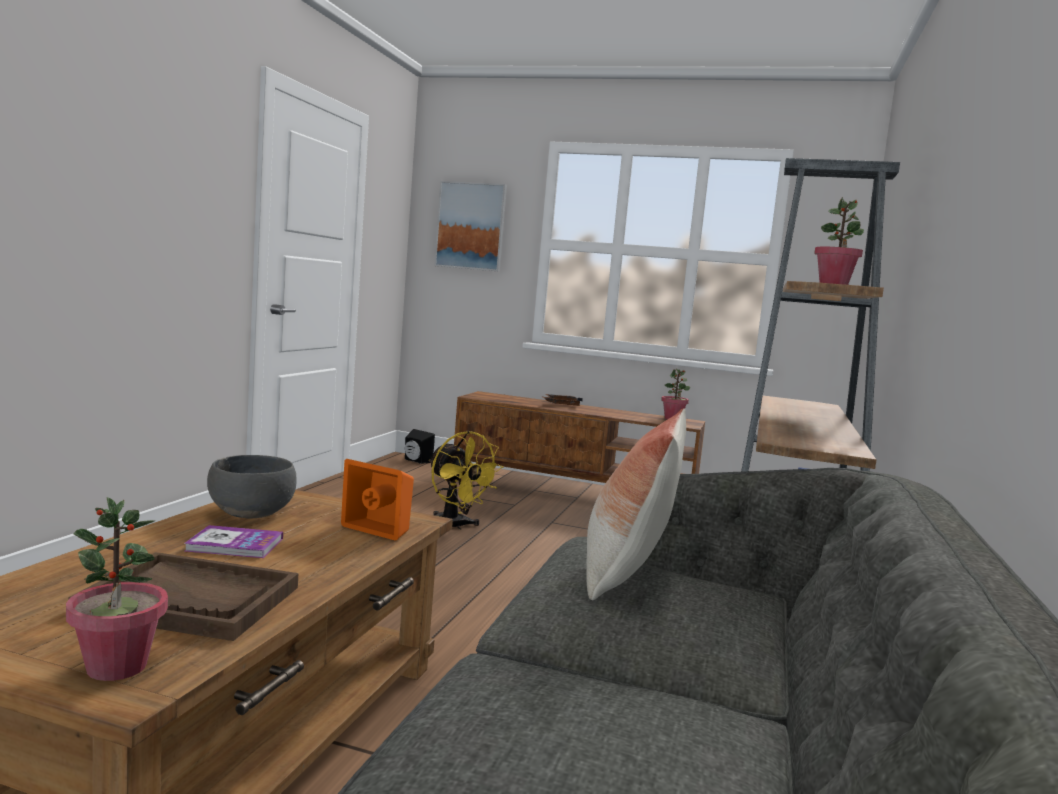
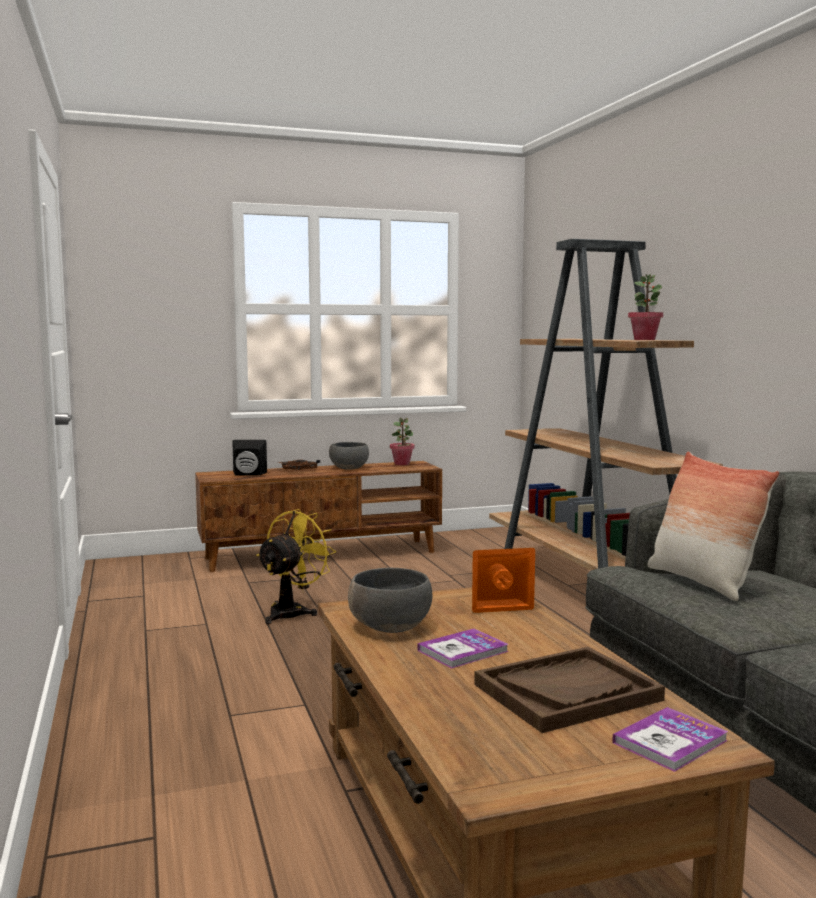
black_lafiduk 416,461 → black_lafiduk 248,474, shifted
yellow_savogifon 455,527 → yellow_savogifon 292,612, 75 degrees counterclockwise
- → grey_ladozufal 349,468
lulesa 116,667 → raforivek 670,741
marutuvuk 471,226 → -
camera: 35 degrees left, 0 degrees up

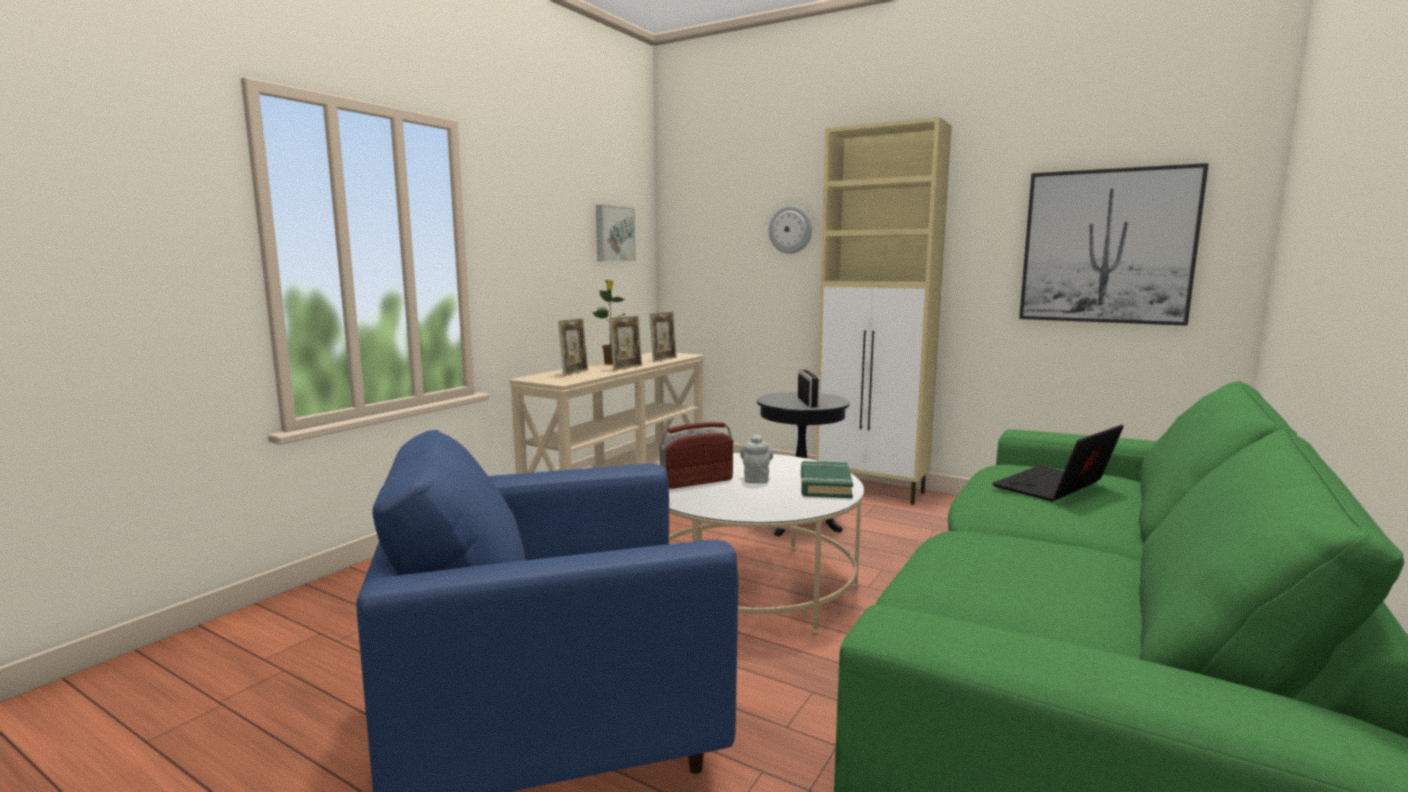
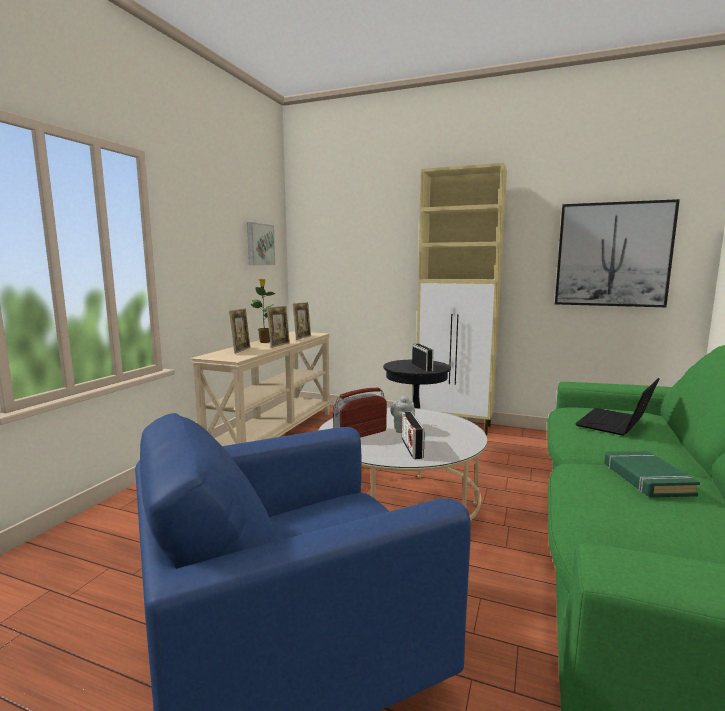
- → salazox 412,448
green_raforivek 825,485 → green_raforivek 646,479, shifted
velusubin 790,229 → -
camera: 10 degrees left, 0 degrees up

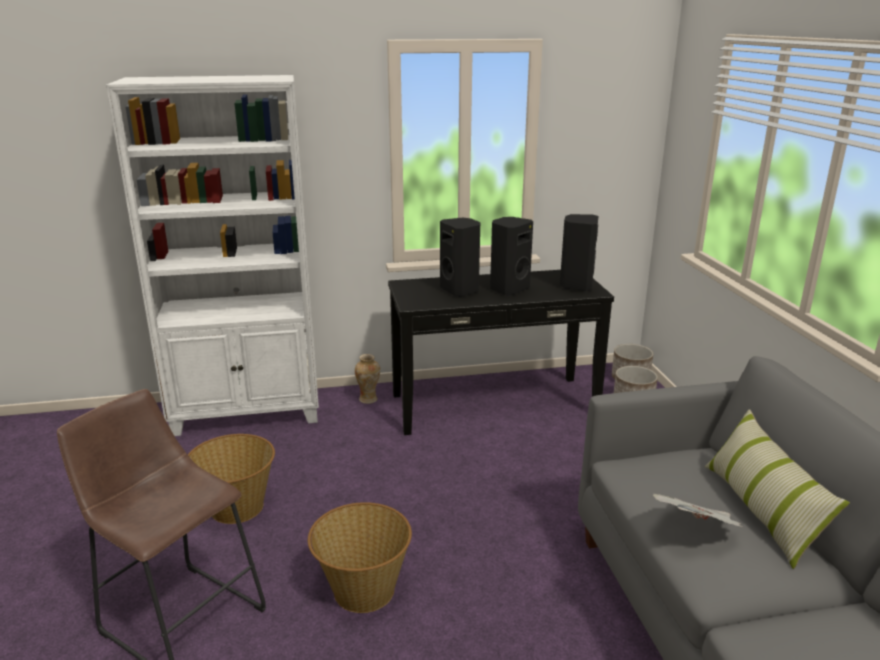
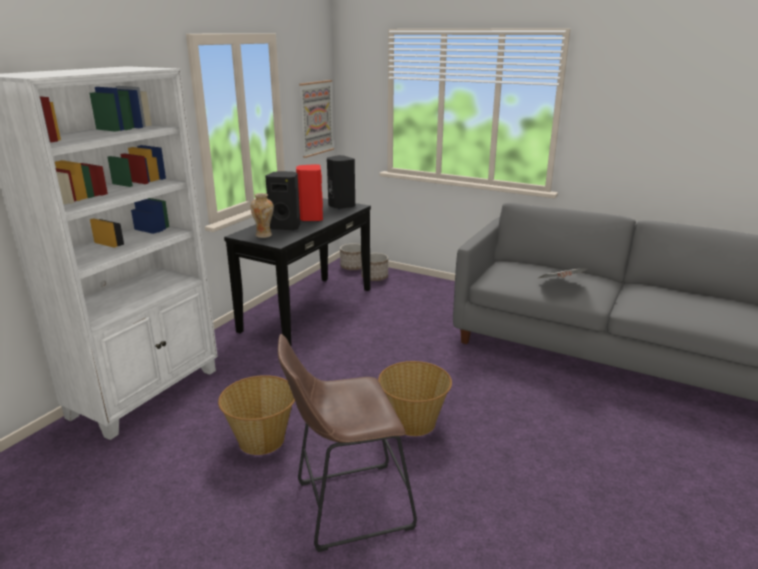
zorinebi 368,399 → zorinebi 264,235, shifted
black_lafiduk 508,289 → red_lafiduk 310,218
- → marutuvuk 316,118
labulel 761,511 → -
camera: 50 degrees left, 0 degrees up

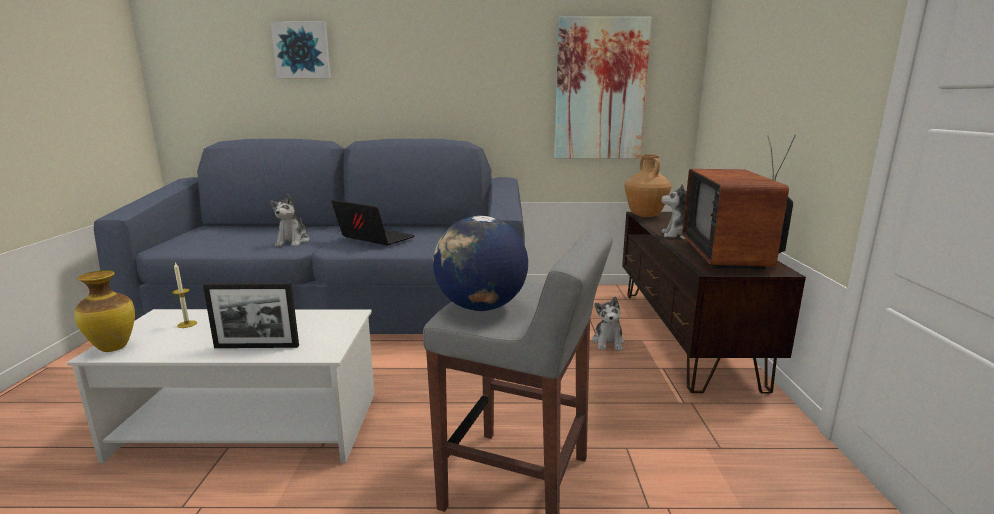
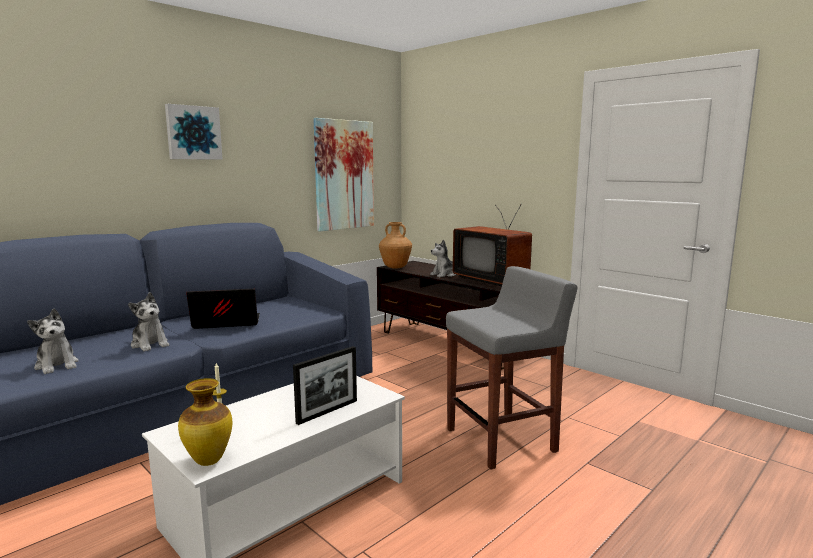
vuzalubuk 608,342 → vuzalubuk 57,365, shifted
marutuvuk 302,50 → marutuvuk 193,133, shifted
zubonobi 480,307 → -
camera: 45 degrees left, 5 degrees down

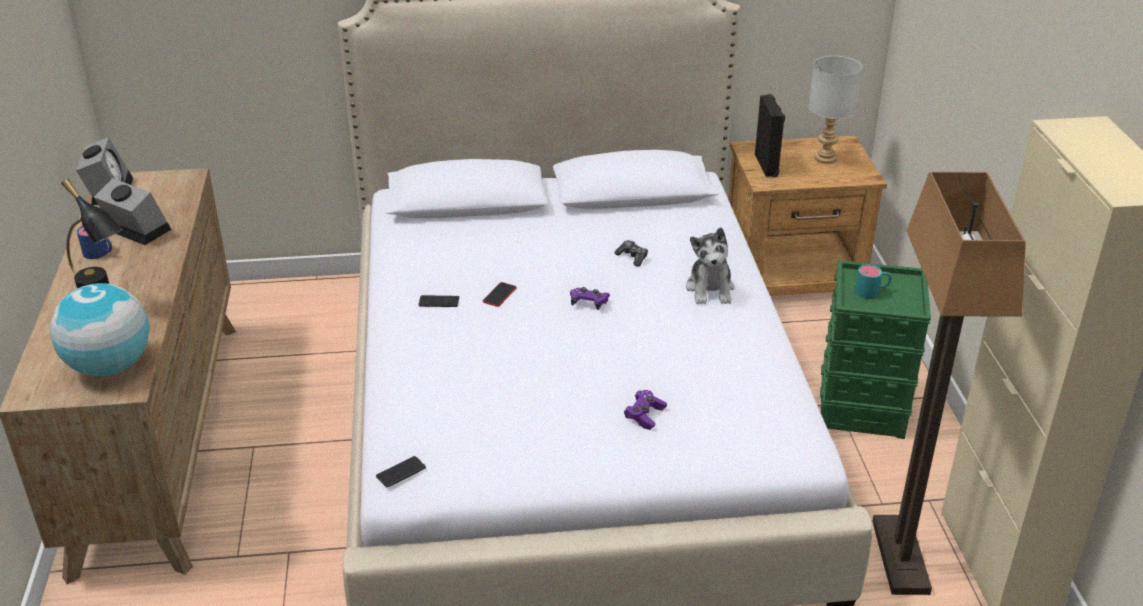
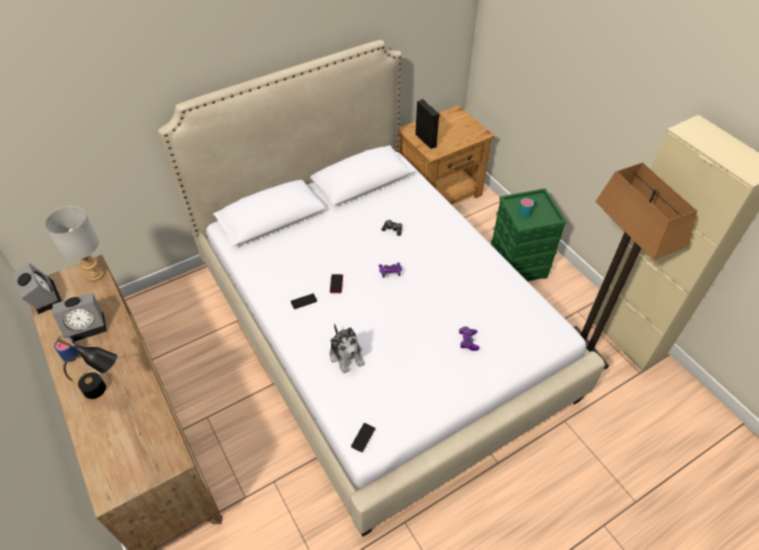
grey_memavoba 826,159 → grey_memavoba 95,275, shifted
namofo 135,231 → namofo 86,325, 150 degrees clockwise
vuzalubuk 710,289 → vuzalubuk 346,355, shifted
zubonobi 110,366 → -
camera: 25 degrees left, 15 degrees up

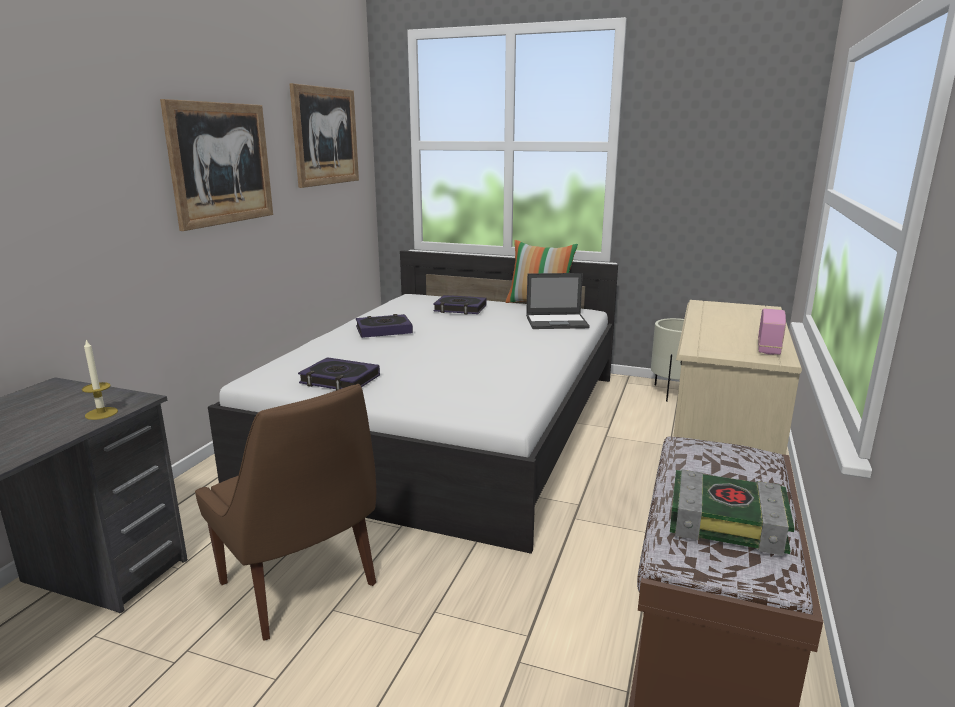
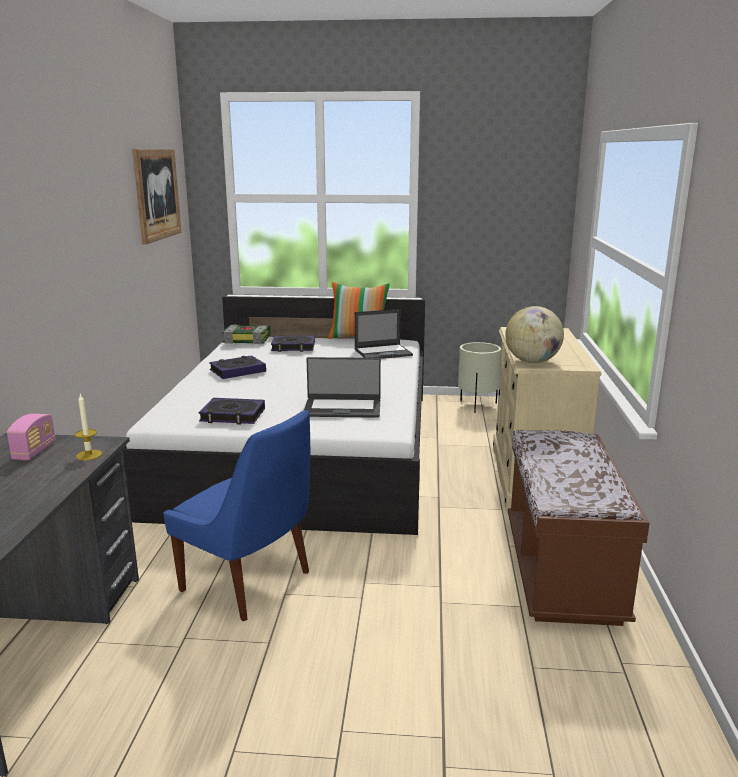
salazox 768,348 → salazox 34,451, shifted
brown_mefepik 301,587 → blue_mefepik 249,583
raforivek 728,521 → raforivek 248,339, shifted
- → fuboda 342,408
- → zubonobi 532,362
marutuvuk 221,164 → -
camera: 15 degrees left, 0 degrees up

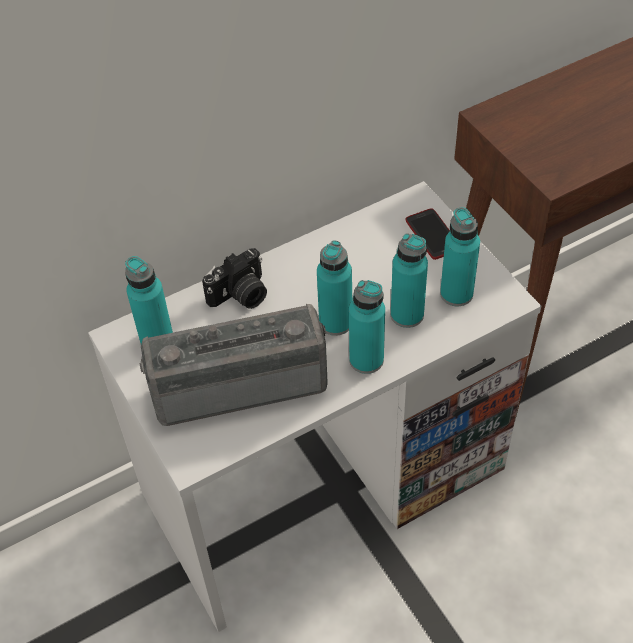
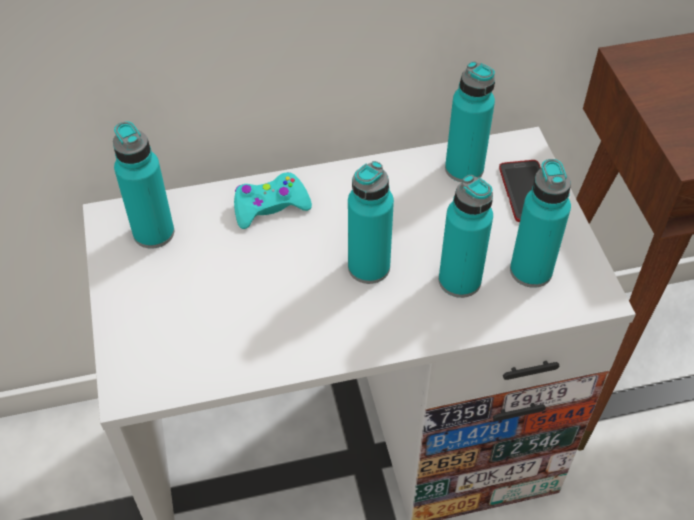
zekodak 241,296 → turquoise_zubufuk 270,207
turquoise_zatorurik 366,360 → turquoise_zatorurik 464,169, shifted
salazox 238,382 → -
camera: 15 degrees right, 0 degrees up

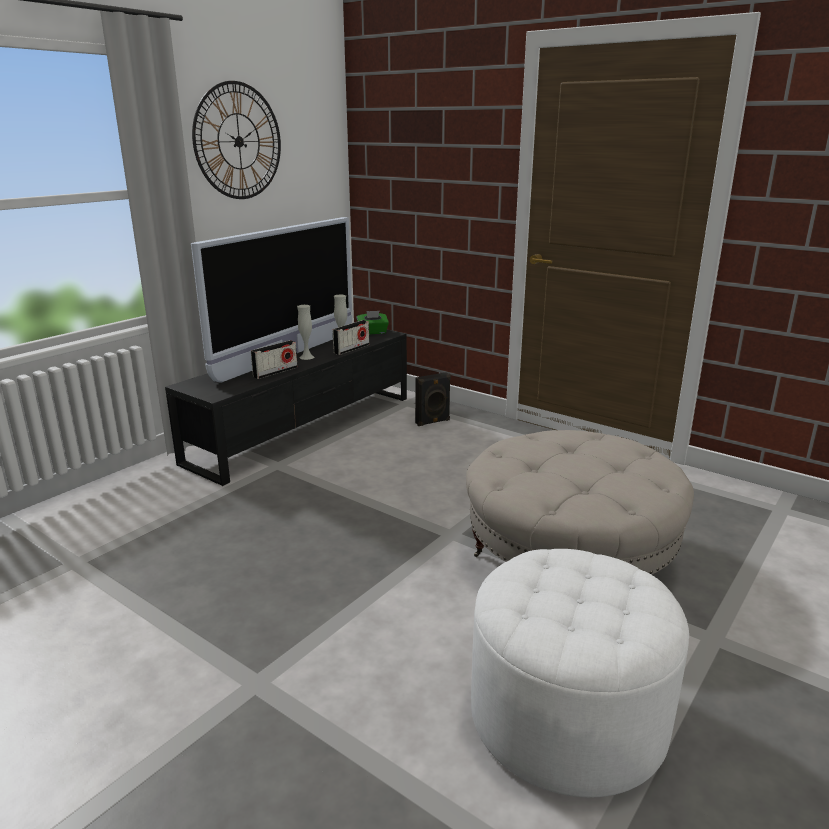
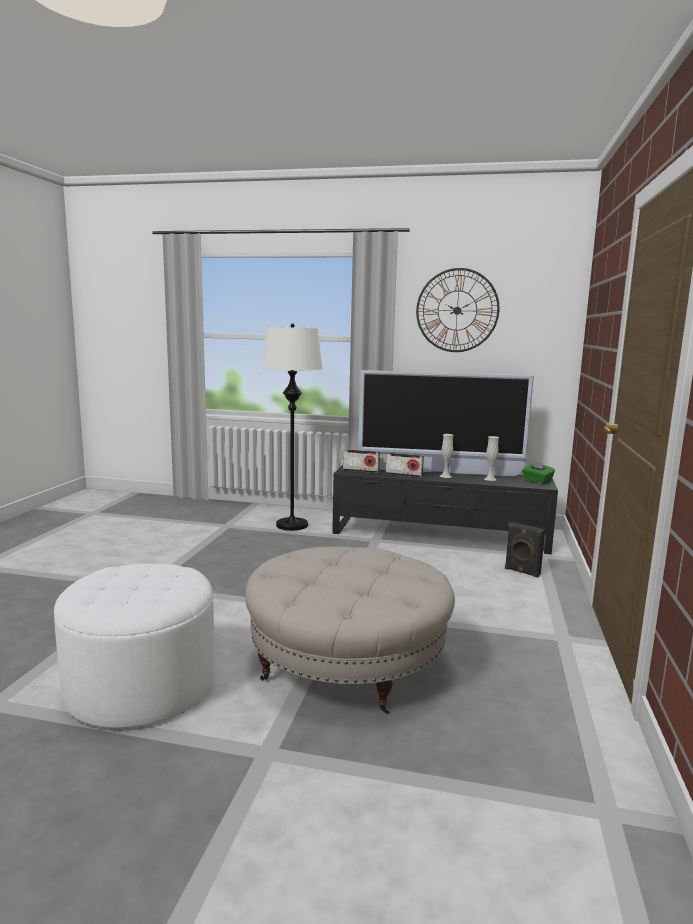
- → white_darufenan 292,525
salazox 351,349 → salazox 360,471, shifted
camera: 65 degrees right, 10 degrees down

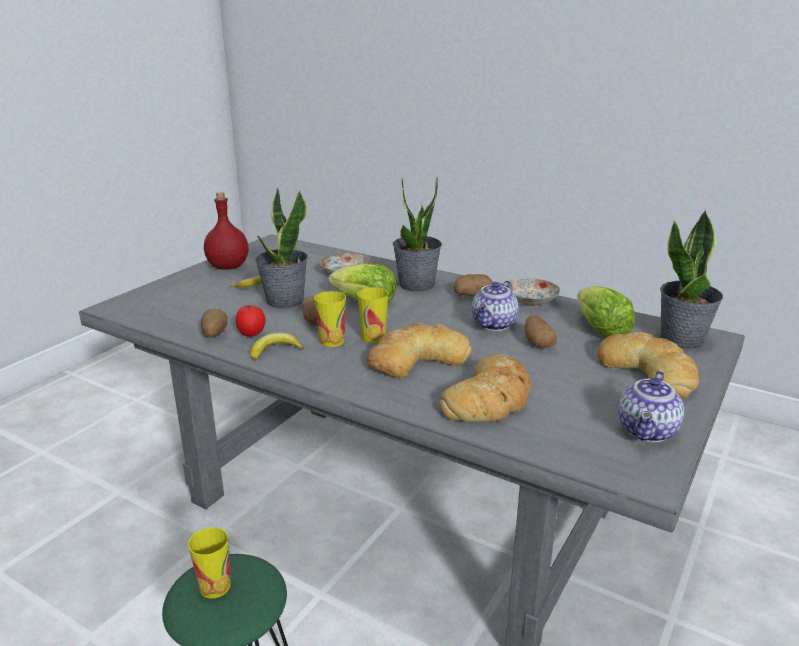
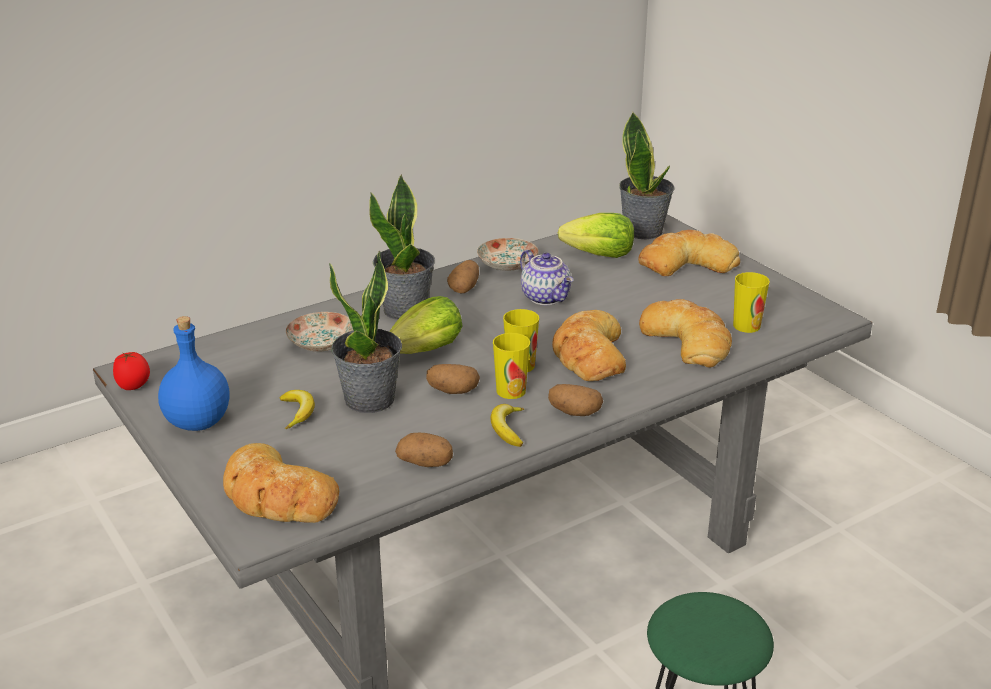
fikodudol 251,334 → fikodudol 134,386, shifted
red_zatorurik 228,267 → blue_zatorurik 199,422
- → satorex 277,496
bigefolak 537,343 → bigefolak 574,412, shifted
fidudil 215,586 → fidudil 746,326, shifted
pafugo 648,432 → -
camera: 65 degrees left, 5 degrees up

